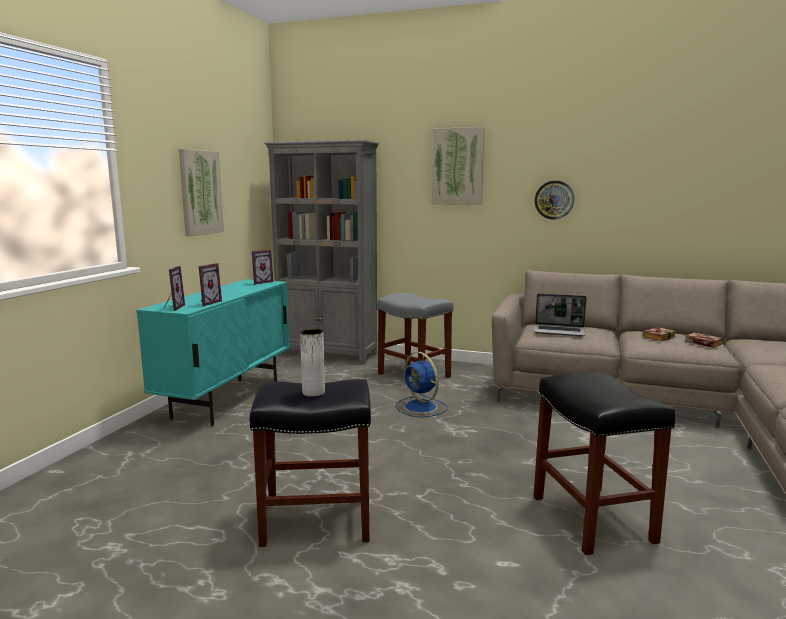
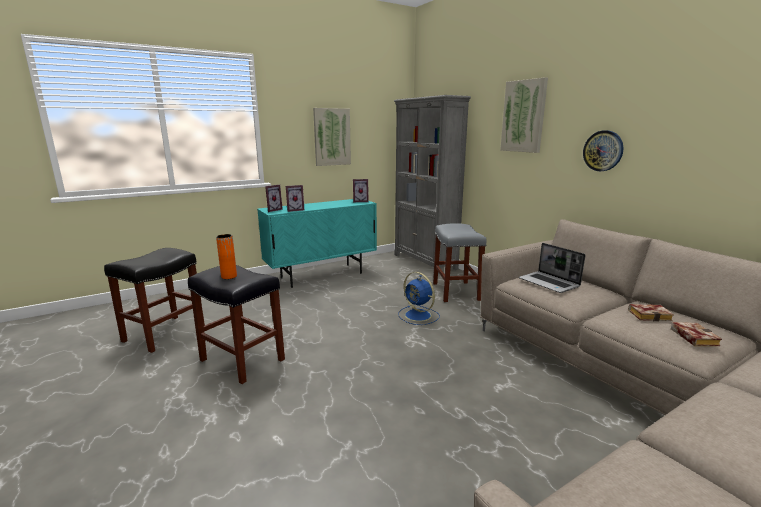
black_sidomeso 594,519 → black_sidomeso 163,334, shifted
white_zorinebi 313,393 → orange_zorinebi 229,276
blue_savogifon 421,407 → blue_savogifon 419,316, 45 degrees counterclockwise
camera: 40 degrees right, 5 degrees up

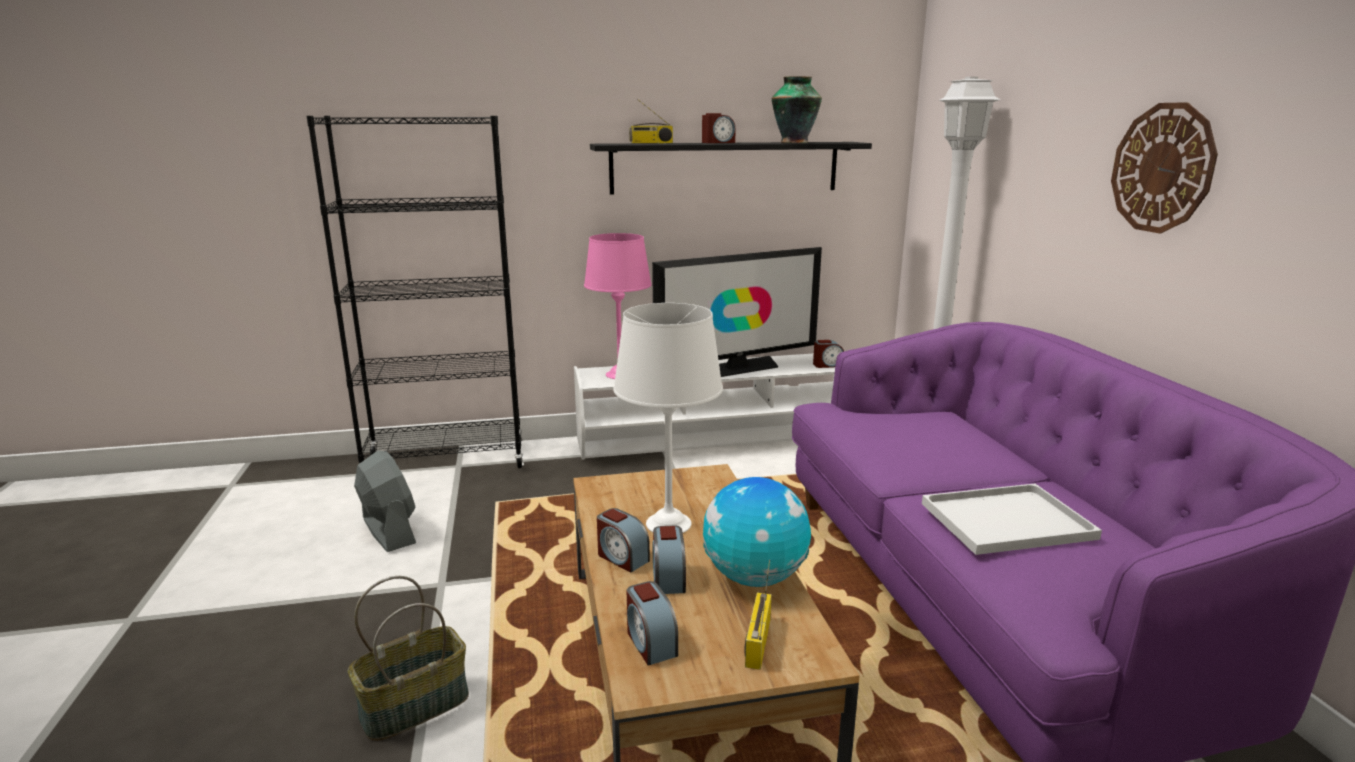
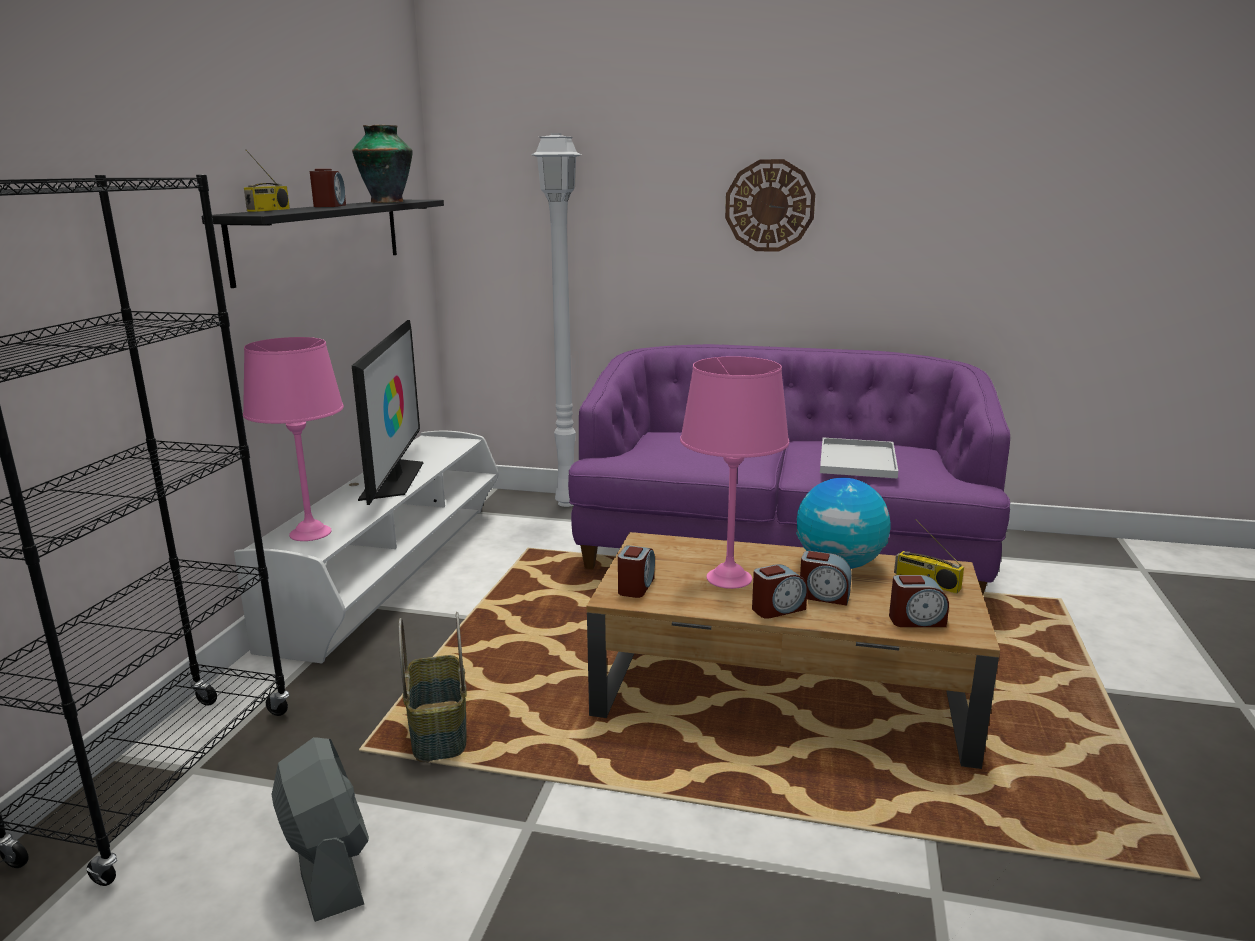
grey_savogifon 389,530 → grey_savogifon 328,865, 75 degrees clockwise
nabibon 415,705 → nabibon 437,731, shifted
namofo 827,365 → namofo 636,586, shifted
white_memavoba 669,524 → pink_memavoba 729,578
camera: 65 degrees left, 0 degrees up

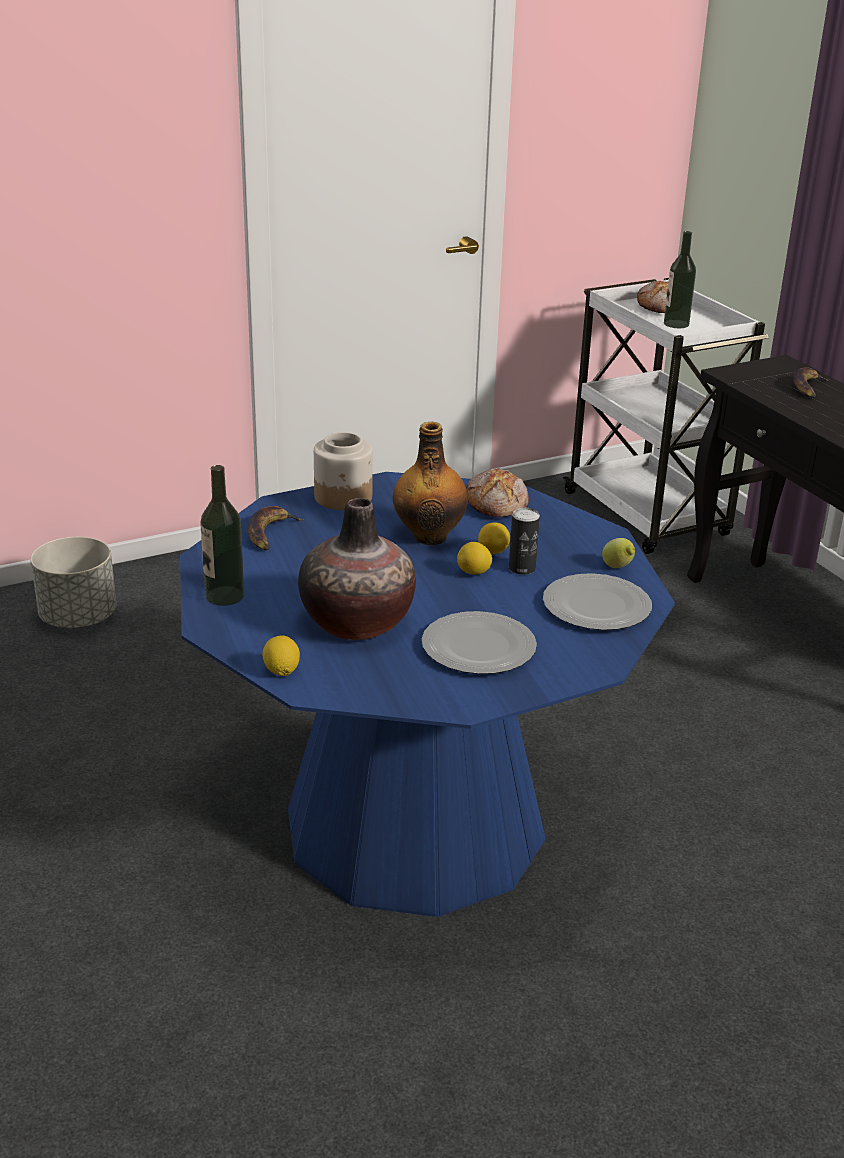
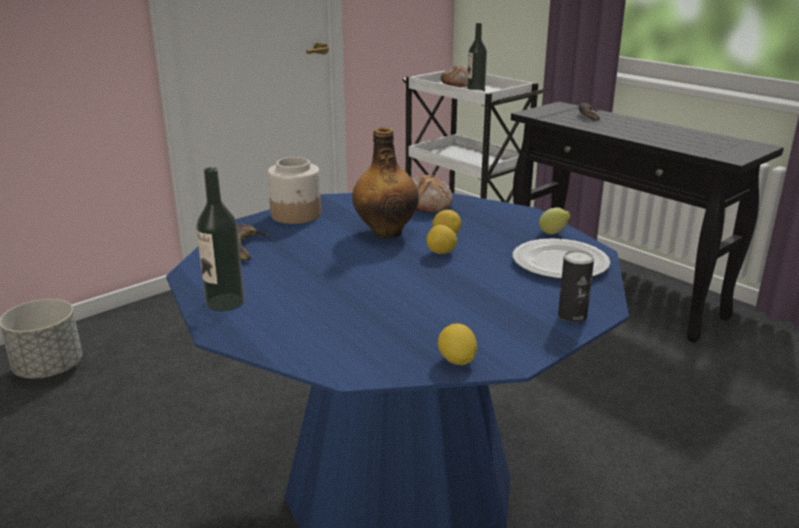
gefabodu 281,671 → gefabodu 456,361, shifted
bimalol 522,568 → bimalol 572,316, shifted
zorinebi 357,623 → -
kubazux 478,648 → -
camera: 15 degrees left, 5 degrees down

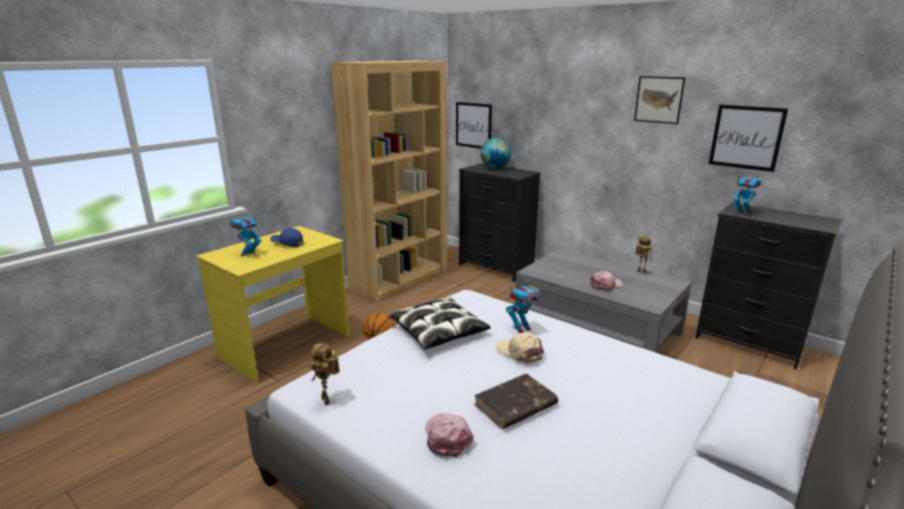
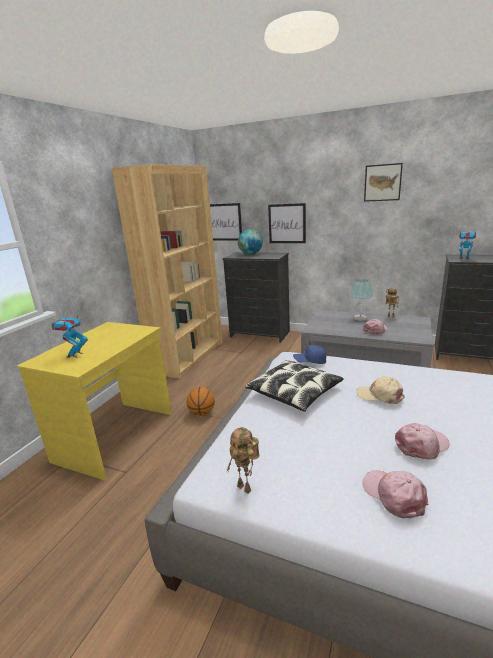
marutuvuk 746,137 → marutuvuk 287,223, shifted
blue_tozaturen 287,244 → blue_tozaturen 310,361, shifted
- → memavoba 360,318
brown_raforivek 515,405 → pink_tozaturen 422,445
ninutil 521,328 → -
camera: 15 degrees left, 0 degrees up

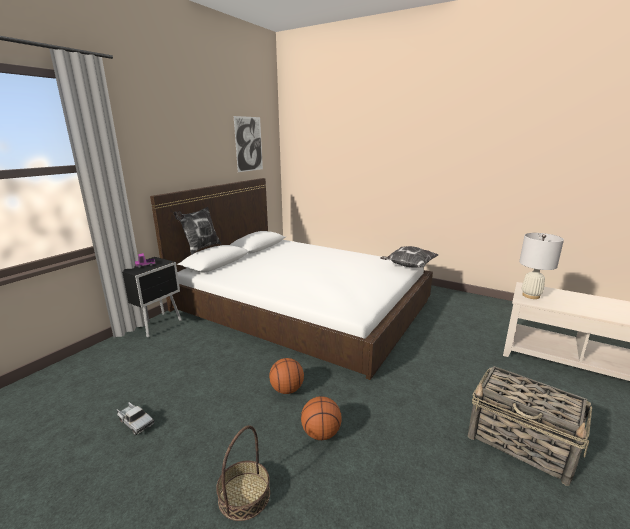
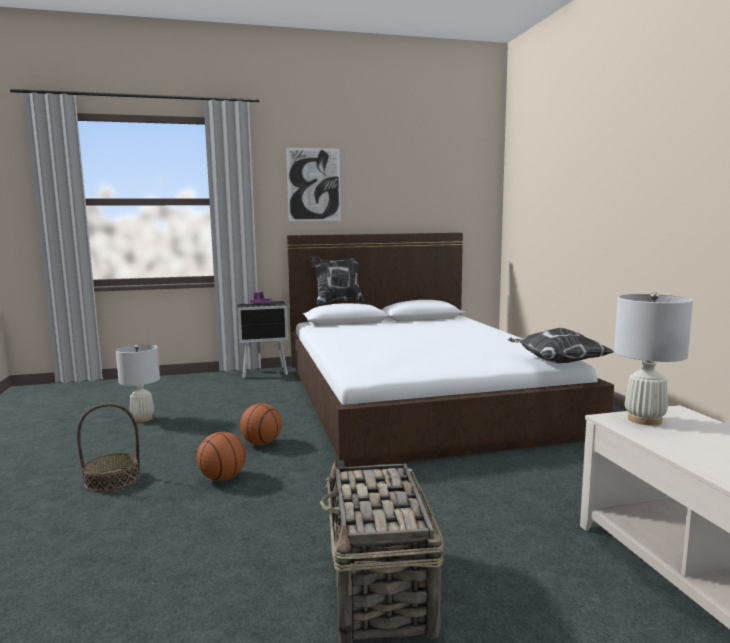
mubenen 135,422 → white_memavoba 143,419
marutuvuk 249,144 → marutuvuk 314,184, shifted
camera: 45 degrees right, 10 degrees down

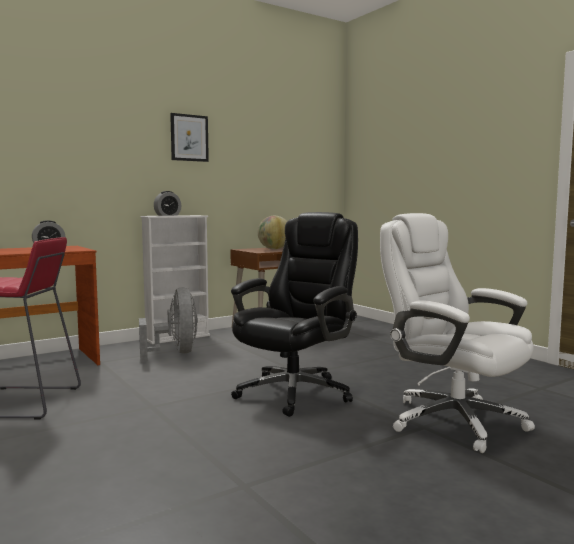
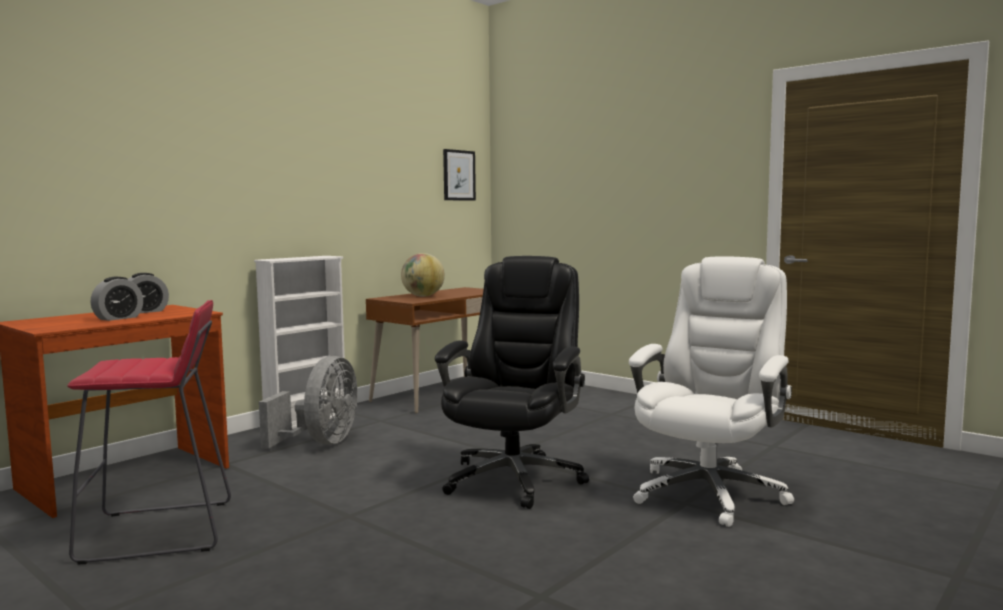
namofo 167,215 → namofo 118,318, shifted
grey_savogifon 175,353 → grey_savogifon 321,442, 45 degrees clockwise
marutuvuk 189,138 → marutuvuk 459,175, shifted
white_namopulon 452,420 → white_namopulon 709,492, 90 degrees clockwise
camera: 15 degrees left, 0 degrees up

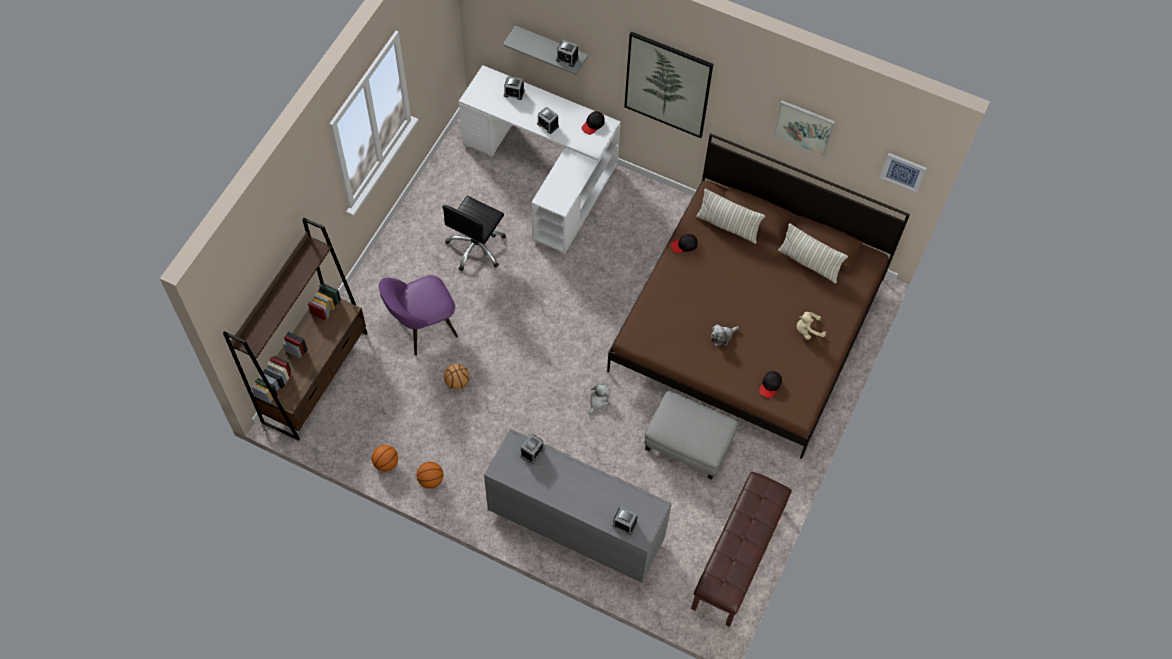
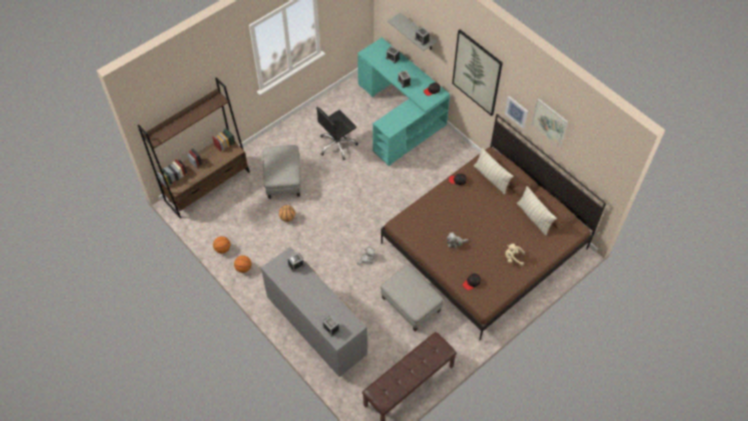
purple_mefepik 422,326 → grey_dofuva 283,179
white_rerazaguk 546,173 → turquoise_rerazaguk 400,116
marutuvuk 903,171 → marutuvuk 516,111, shifted
camera: 25 degrees right, 5 degrees down

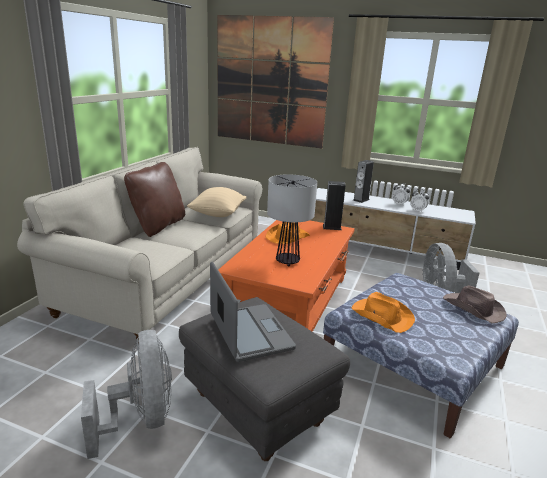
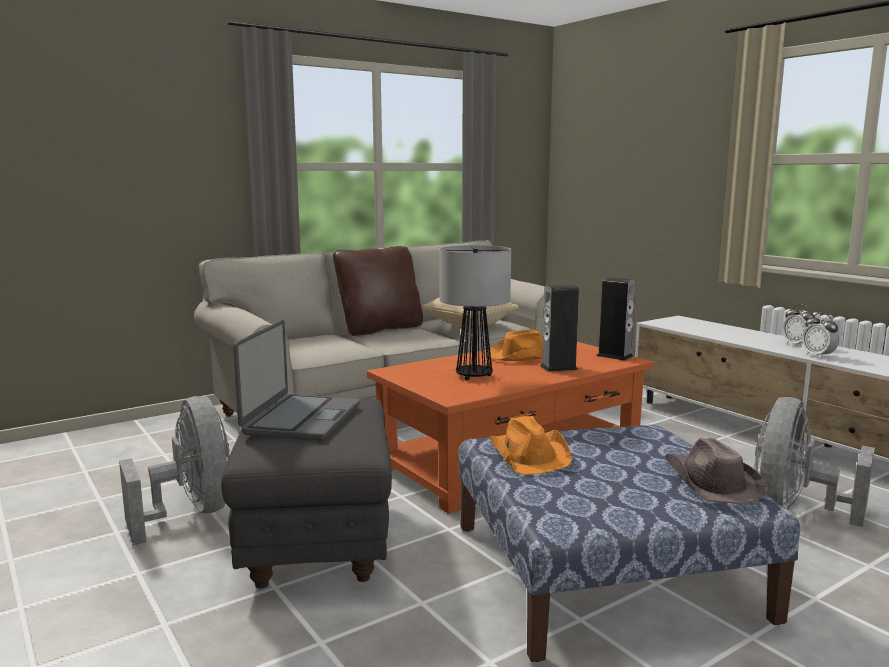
grey_savogifon 141,419 → grey_savogifon 191,513, 45 degrees counterclockwise
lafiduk 361,200 → lafiduk 558,367, shifted
marutuvuk 270,82 → -
camera: 35 degrees right, 10 degrees down

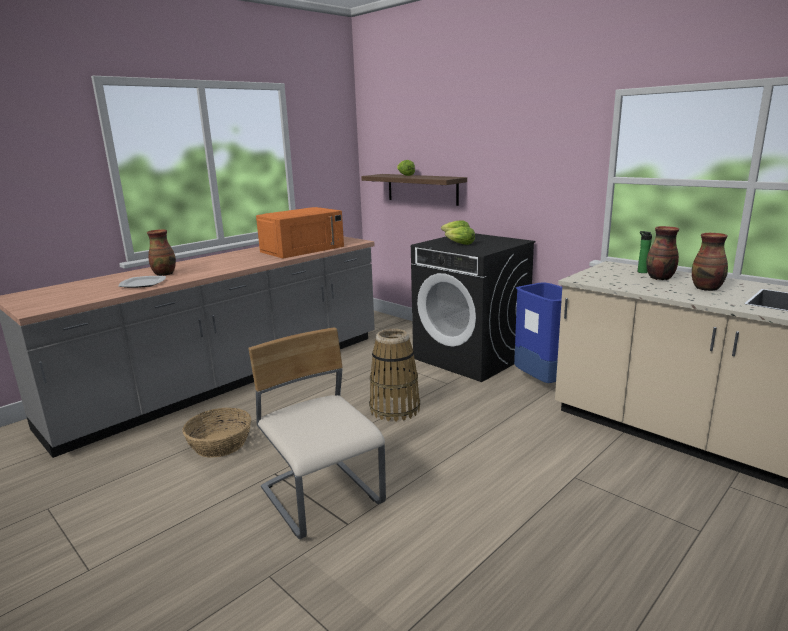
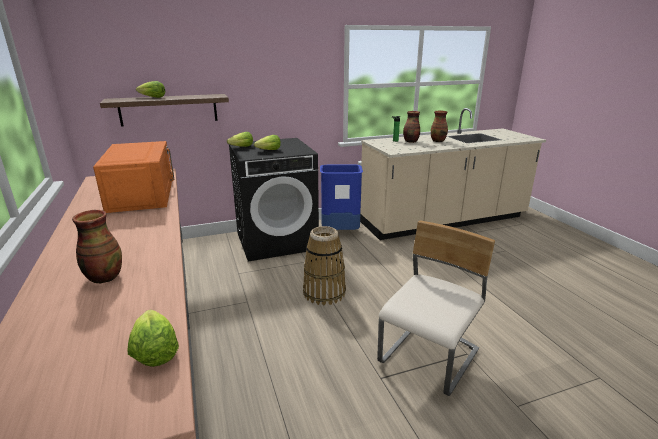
- → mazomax 154,351
beige_mefepik 322,497 → beige_mefepik 430,358, 135 degrees clockwise
kubazux 142,283 → -
nabibon 220,444 → -
camera: 65 degrees left, 5 degrees up

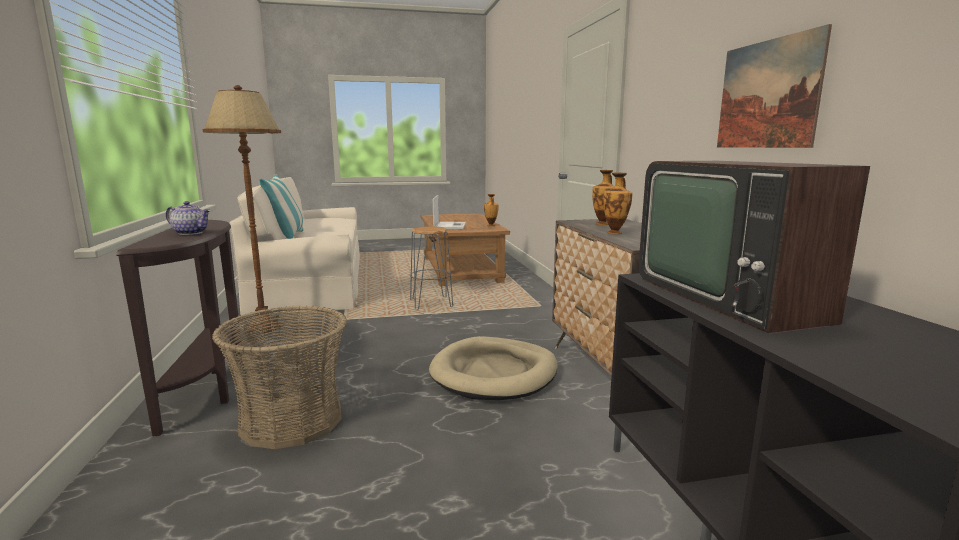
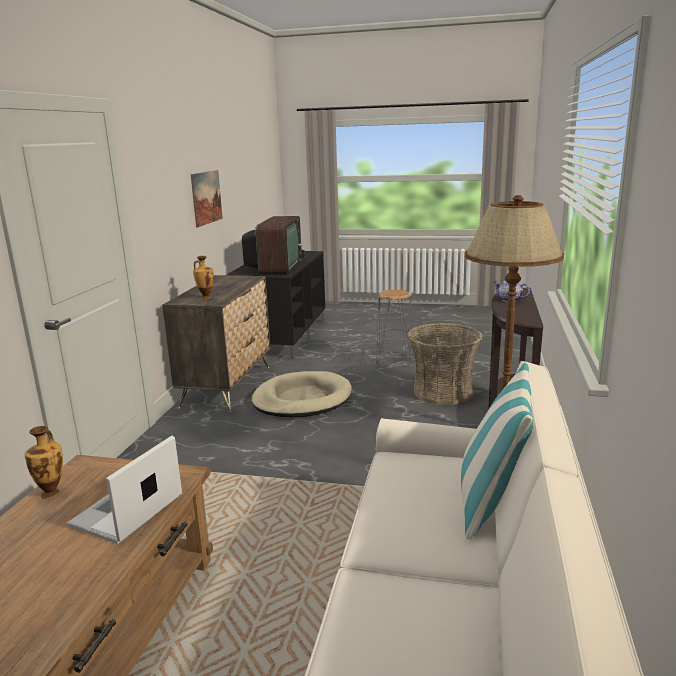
grey_sidomeso 430,303 → grey_sidomeso 395,360, shifted
zorinebi 615,233 → -
camera: 155 degrees left, 5 degrees up

